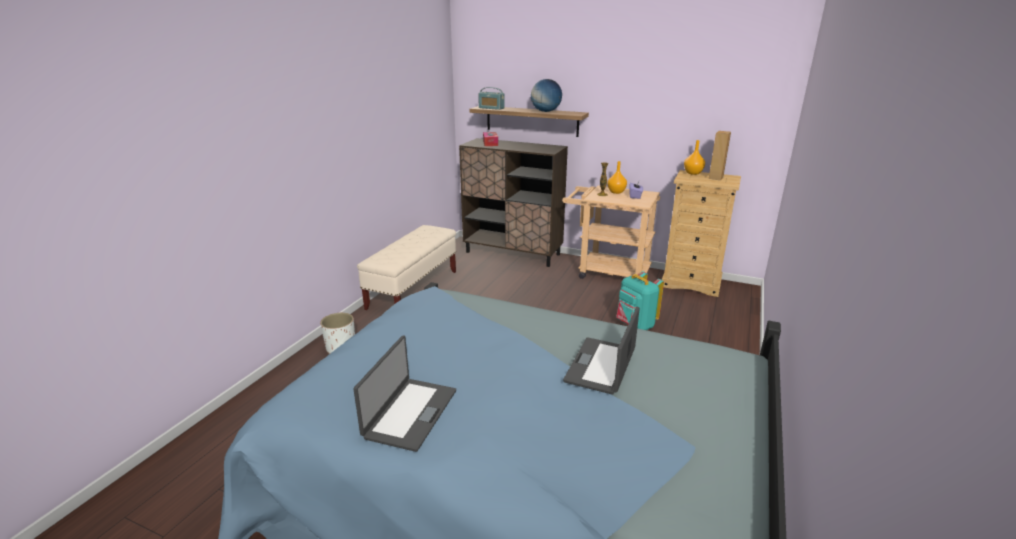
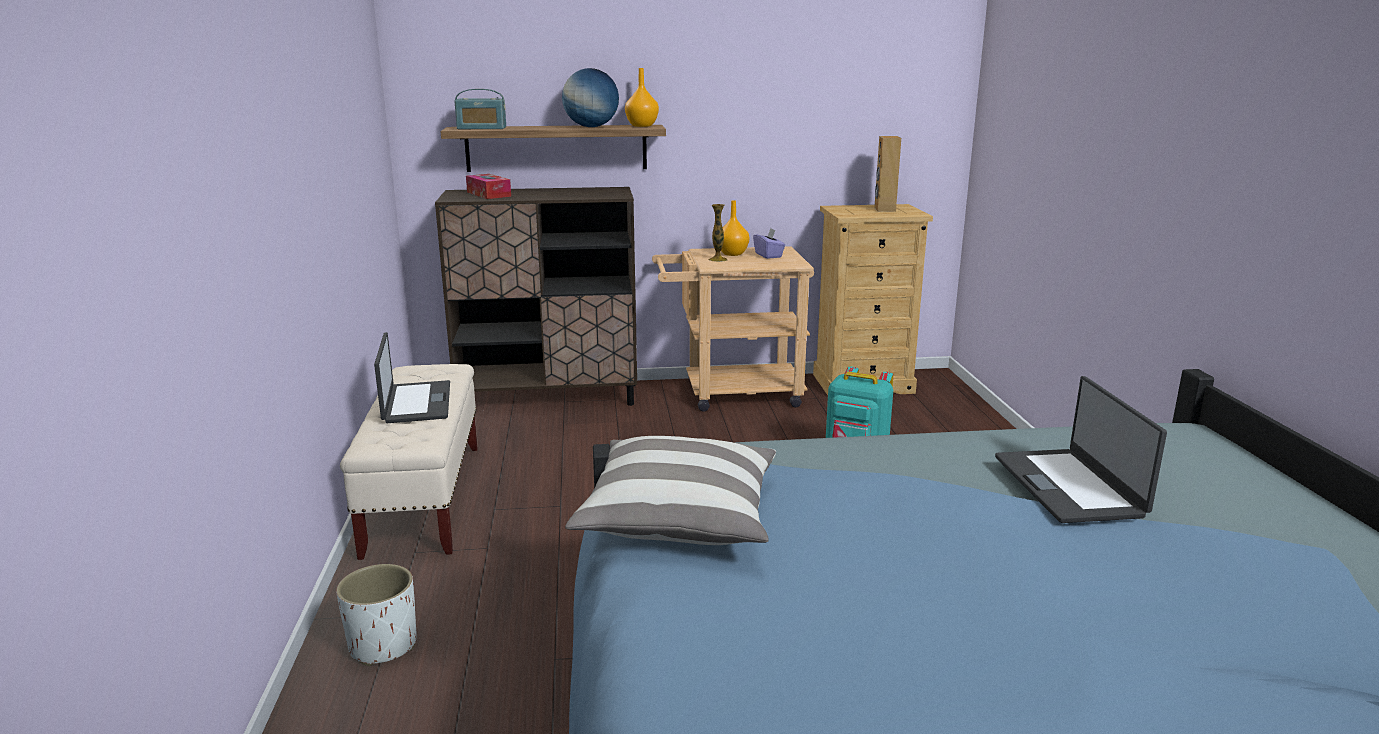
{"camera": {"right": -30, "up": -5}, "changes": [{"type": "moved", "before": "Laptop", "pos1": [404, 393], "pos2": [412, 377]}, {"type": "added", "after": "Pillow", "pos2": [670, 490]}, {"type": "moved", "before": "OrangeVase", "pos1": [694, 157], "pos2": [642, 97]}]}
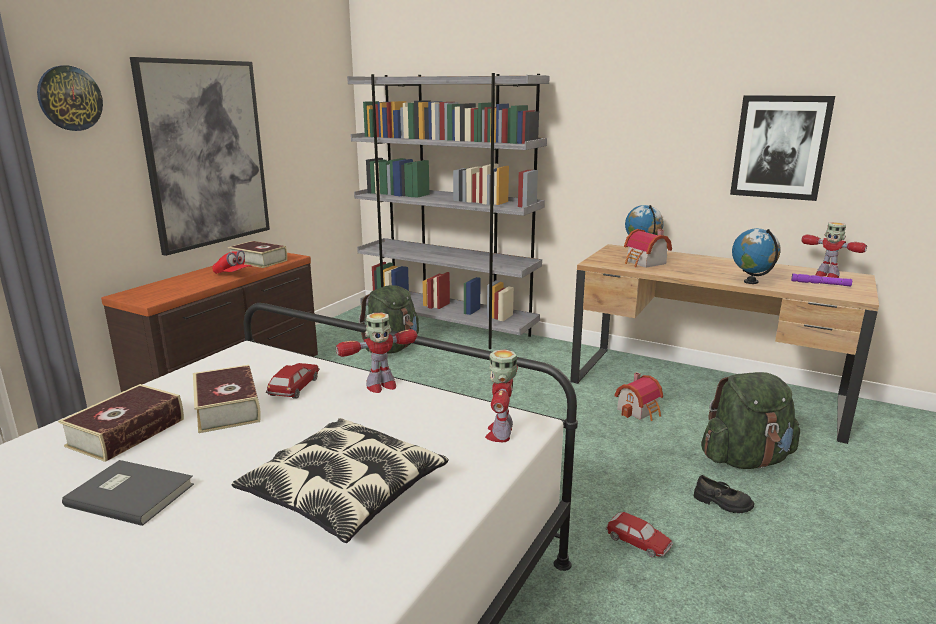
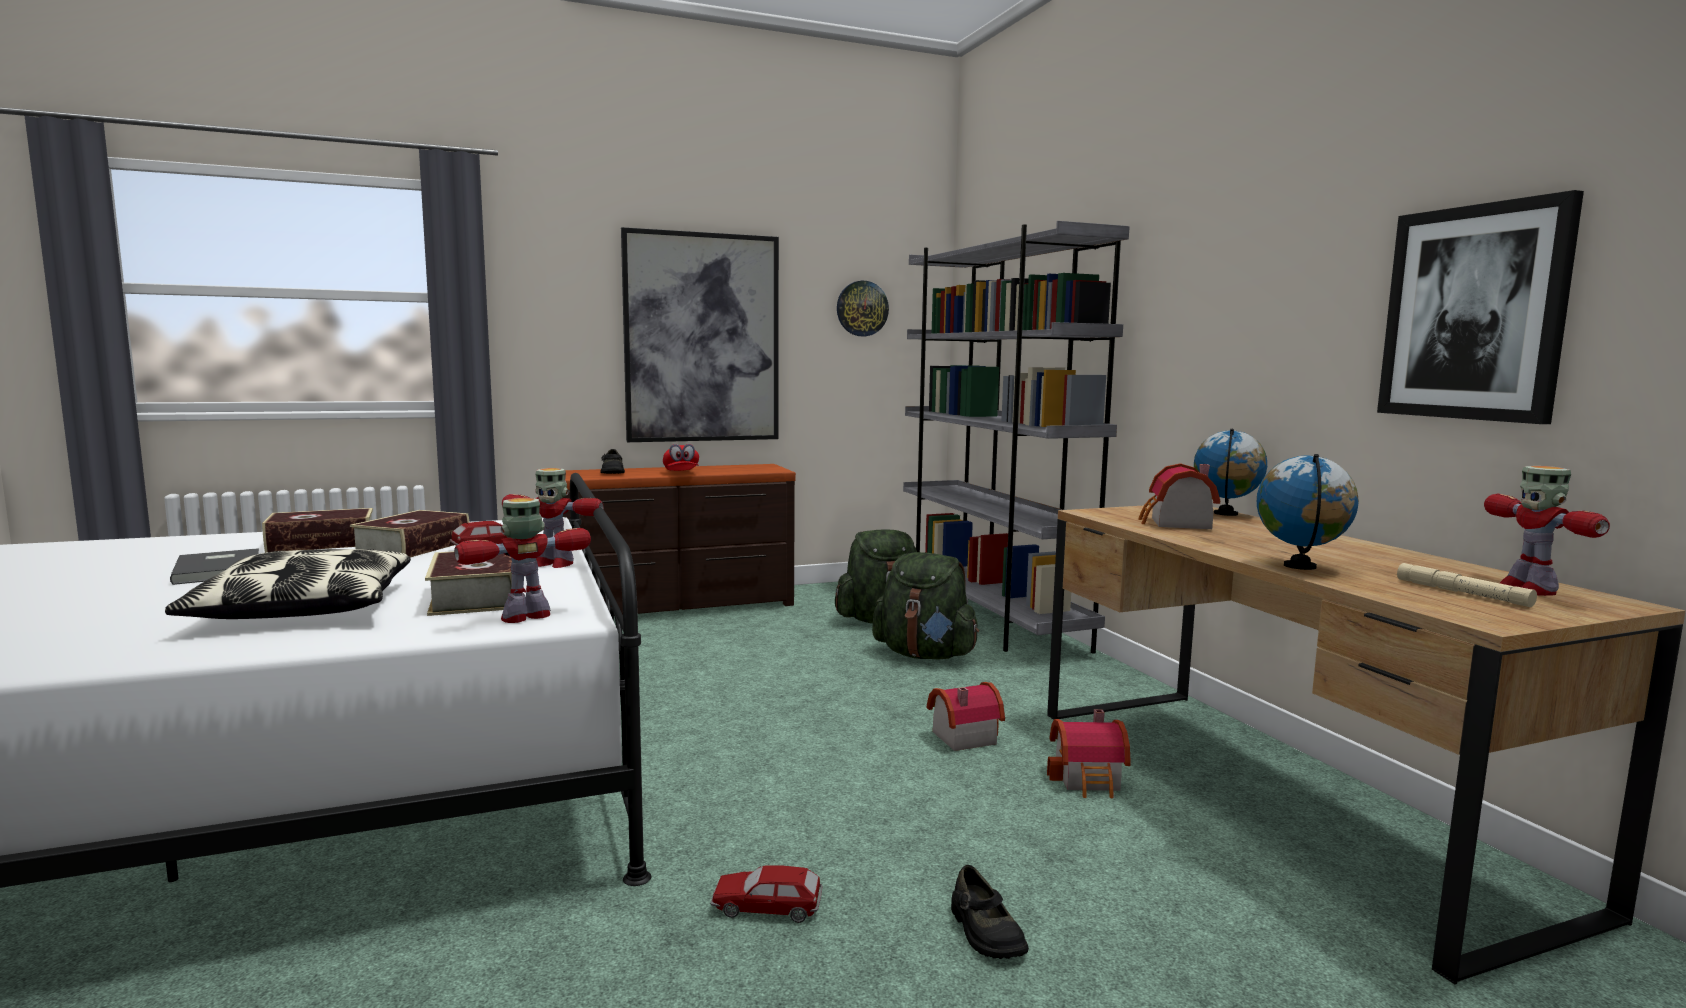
{"camera": {"right": 40, "up": -10}, "changes": [{"type": "moved", "before": "Book", "pos1": [257, 254], "pos2": [468, 583]}, {"type": "added", "after": "BlackShoe", "pos2": [612, 461]}, {"type": "turned", "before": "ToyCar", "pos1": [639, 534], "pos2": [766, 894], "turn": 105}, {"type": "moved", "before": "WallClock", "pos1": [70, 98], "pos2": [863, 308]}, {"type": "moved", "before": "GreenBackpack", "pos1": [750, 420], "pos2": [925, 606]}, {"type": "added", "after": "ToyHouse", "pos2": [966, 716]}, {"type": "recoloured", "before": "PurpleFlashlight", "after": "BeigeFlashlight", "pos1": [821, 279], "pos2": [1467, 585]}]}
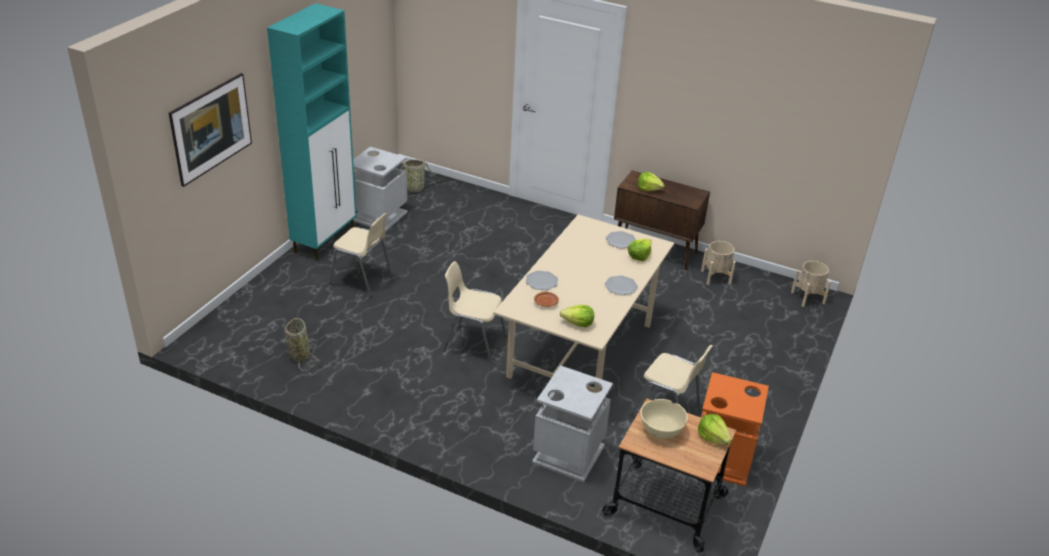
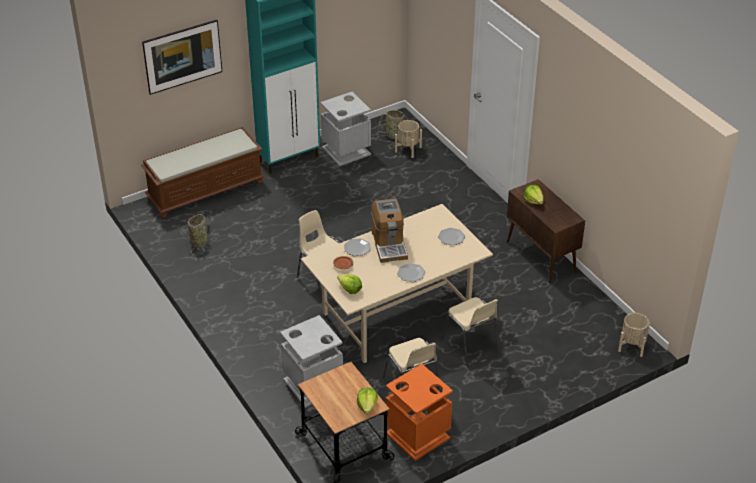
{"camera": {"right": 35, "up": 5}, "changes": [{"type": "added", "after": "BrownBench", "pos2": [203, 172]}, {"type": "added", "after": "CoffeeMachine", "pos2": [389, 230]}, {"type": "moved", "before": "BeigePlanter", "pos1": [718, 263], "pos2": [408, 139]}, {"type": "moved", "before": "BeigeChair", "pos1": [360, 255], "pos2": [470, 331]}, {"type": "removed", "before": "Lettuce", "pos1": [640, 249]}, {"type": "removed", "before": "BeigeBowl", "pos1": [664, 419]}]}
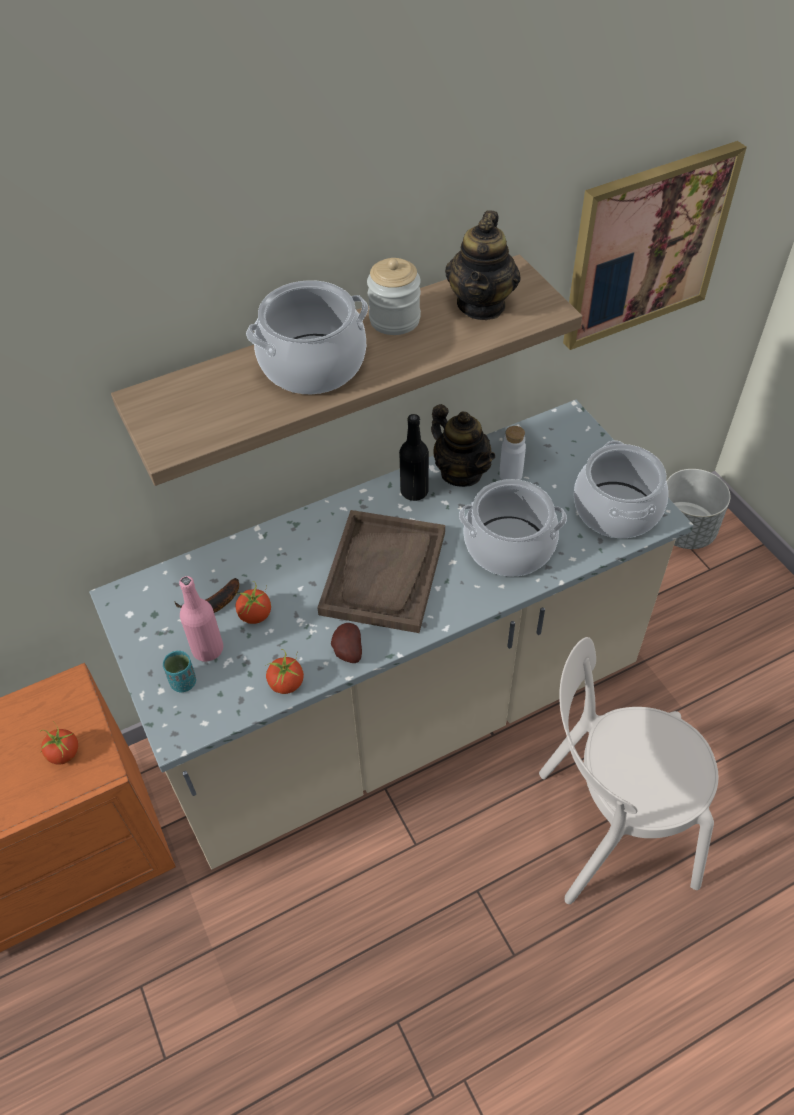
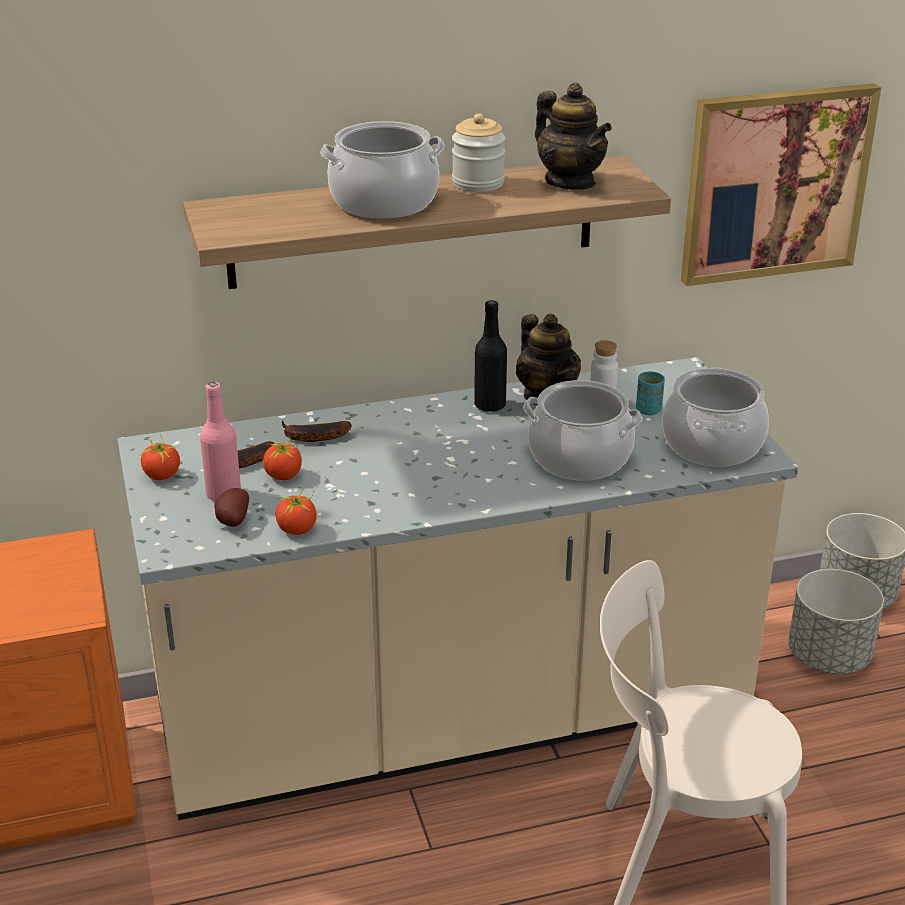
{"camera": {"right": 10, "up": -20}, "changes": [{"type": "moved", "before": "Tomato", "pos1": [59, 742], "pos2": [160, 457]}, {"type": "moved", "before": "Potato", "pos1": [346, 643], "pos2": [231, 507]}, {"type": "added", "after": "Banana", "pos2": [317, 431]}, {"type": "turned", "before": "Teapot", "pos1": [483, 265], "pos2": [573, 136], "turn": -60}, {"type": "moved", "before": "TurquoiseCup", "pos1": [179, 671], "pos2": [650, 393]}, {"type": "added", "after": "GreyPlanter", "pos2": [836, 621]}, {"type": "removed", "before": "BrownTray", "pos1": [381, 571]}]}
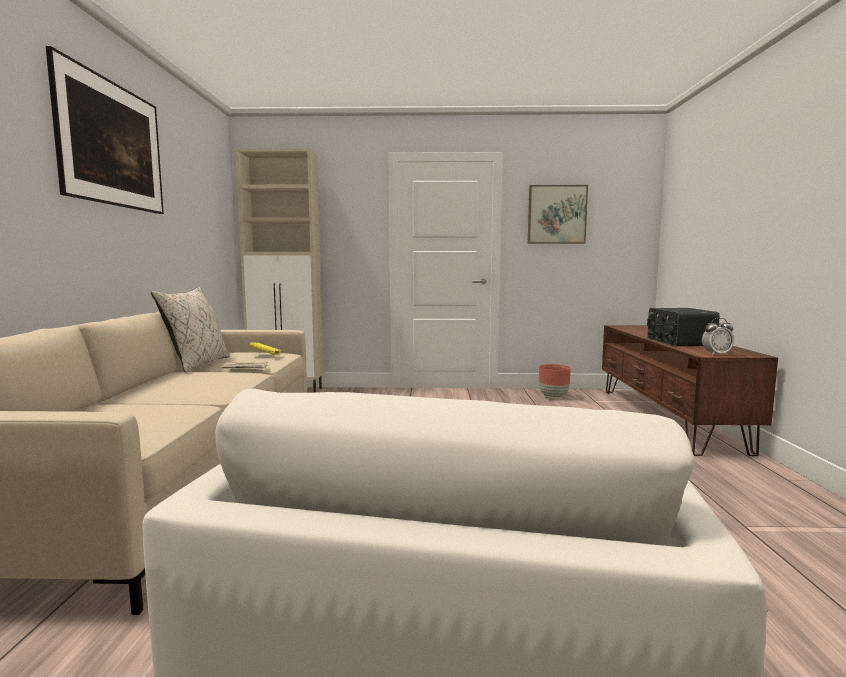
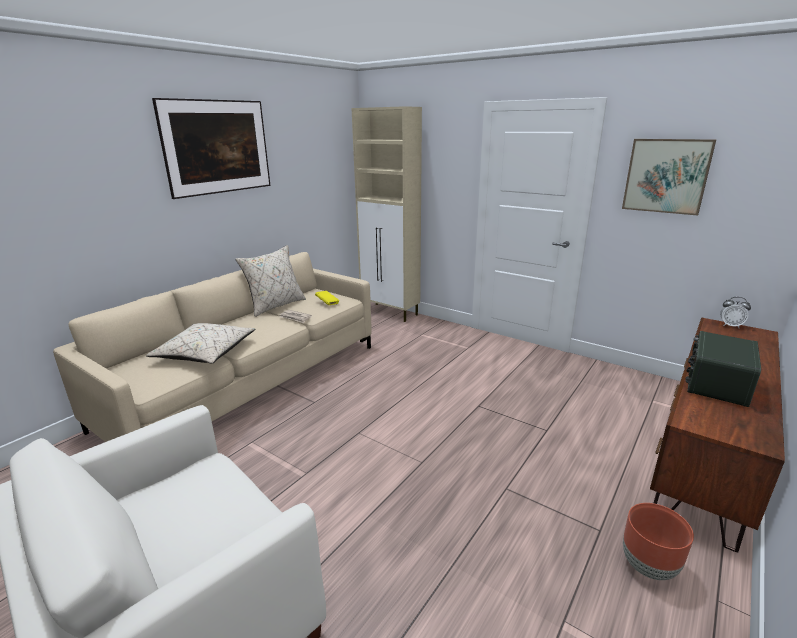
{"camera": {"right": 35, "up": 15}, "changes": [{"type": "added", "after": "BeigePillow", "pos2": [200, 343]}, {"type": "moved", "before": "BrownPlanter", "pos1": [555, 381], "pos2": [658, 541]}, {"type": "moved", "before": "AlarmClock", "pos1": [718, 336], "pos2": [735, 312]}]}
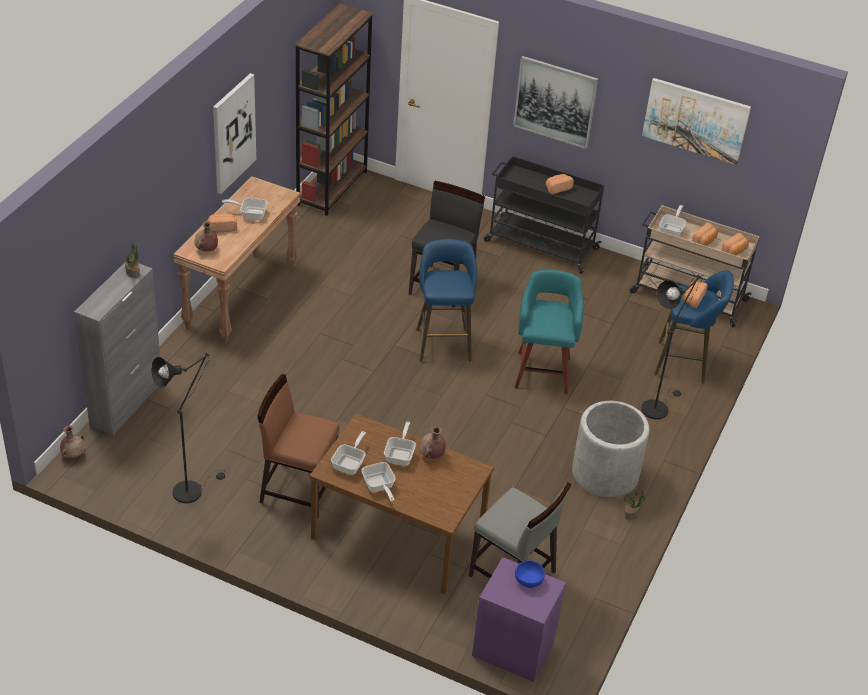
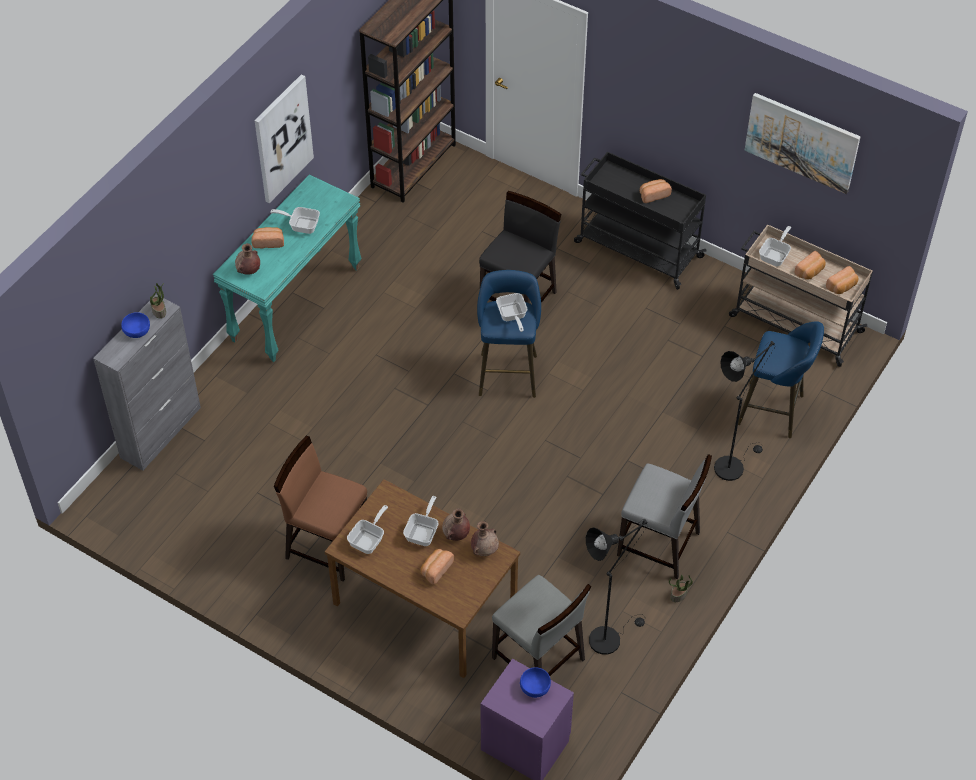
{"camera": {"right": 10, "up": 10}, "changes": [{"type": "added", "after": "BlueBowl", "pos2": [135, 325]}, {"type": "recoloured", "before": "BrownConsoleTable", "after": "TurquoiseConsoleTable", "pos1": [236, 259], "pos2": [287, 268]}, {"type": "moved", "before": "Bread", "pos1": [695, 295], "pos2": [437, 567]}, {"type": "moved", "before": "BrownVase", "pos1": [73, 441], "pos2": [485, 538]}, {"type": "moved", "before": "FryingPan", "pos1": [378, 482], "pos2": [511, 312]}, {"type": "moved", "before": "BlackFloorLamp", "pos1": [188, 428], "pos2": [617, 587]}, {"type": "replaced", "before": "GreyPlanter", "after": "GreyChair", "pos1": [610, 449], "pos2": [664, 517]}, {"type": "removed", "before": "Picture", "pos1": [556, 102]}, {"type": "removed", "before": "TurquoiseStool", "pos1": [549, 332]}]}
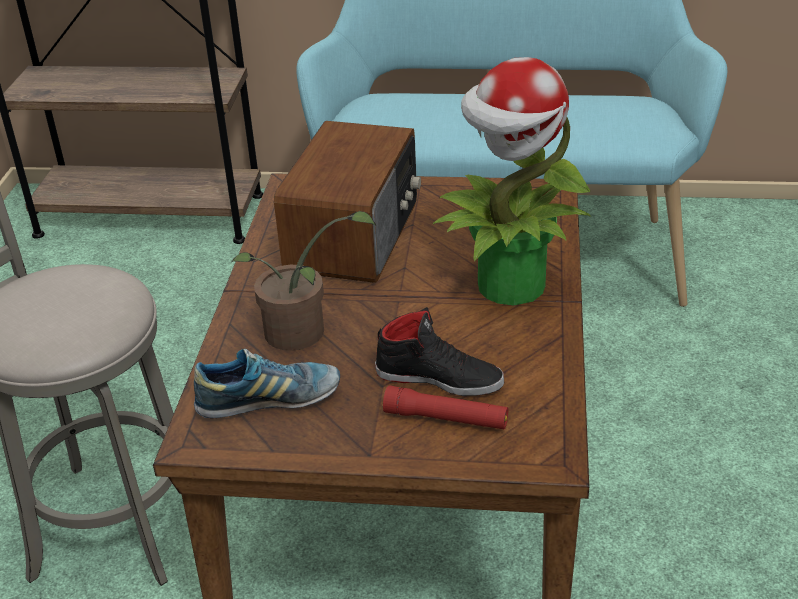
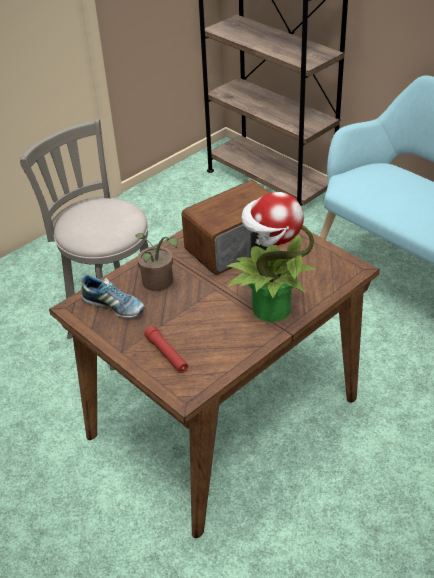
{"camera": {"right": 40, "up": 5}, "changes": [{"type": "removed", "before": "BlackShoe", "pos1": [439, 351]}]}
